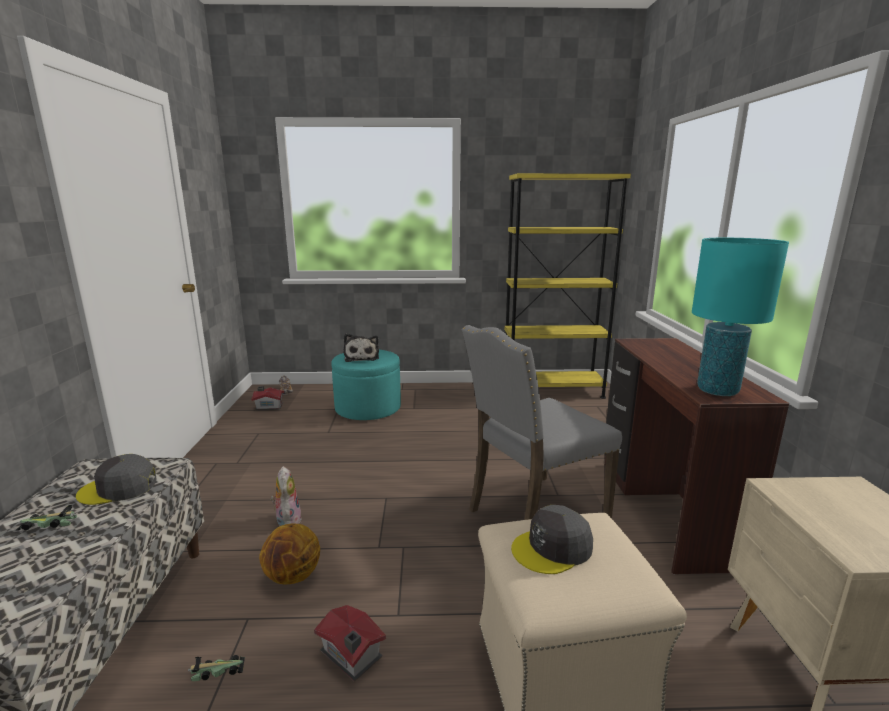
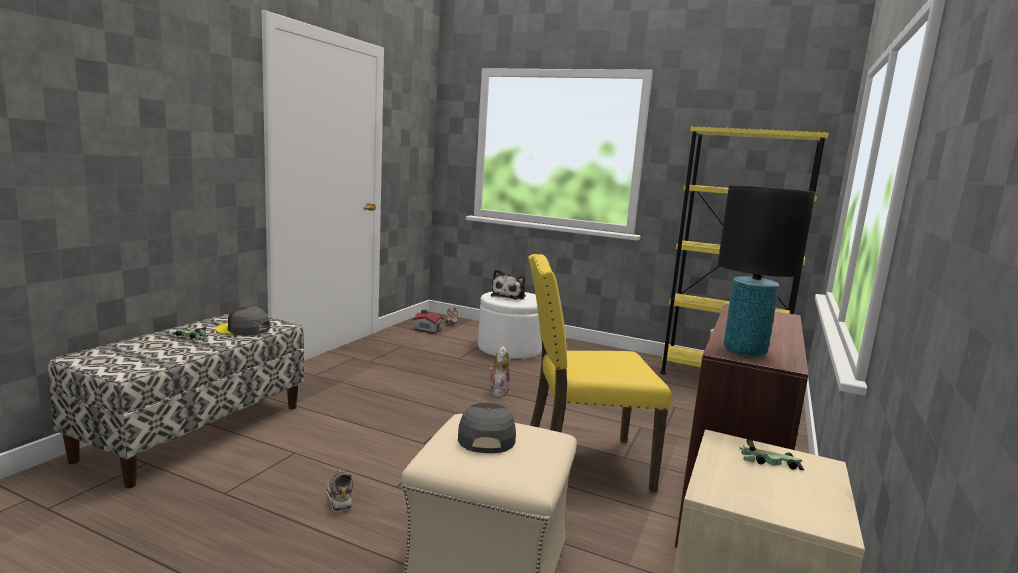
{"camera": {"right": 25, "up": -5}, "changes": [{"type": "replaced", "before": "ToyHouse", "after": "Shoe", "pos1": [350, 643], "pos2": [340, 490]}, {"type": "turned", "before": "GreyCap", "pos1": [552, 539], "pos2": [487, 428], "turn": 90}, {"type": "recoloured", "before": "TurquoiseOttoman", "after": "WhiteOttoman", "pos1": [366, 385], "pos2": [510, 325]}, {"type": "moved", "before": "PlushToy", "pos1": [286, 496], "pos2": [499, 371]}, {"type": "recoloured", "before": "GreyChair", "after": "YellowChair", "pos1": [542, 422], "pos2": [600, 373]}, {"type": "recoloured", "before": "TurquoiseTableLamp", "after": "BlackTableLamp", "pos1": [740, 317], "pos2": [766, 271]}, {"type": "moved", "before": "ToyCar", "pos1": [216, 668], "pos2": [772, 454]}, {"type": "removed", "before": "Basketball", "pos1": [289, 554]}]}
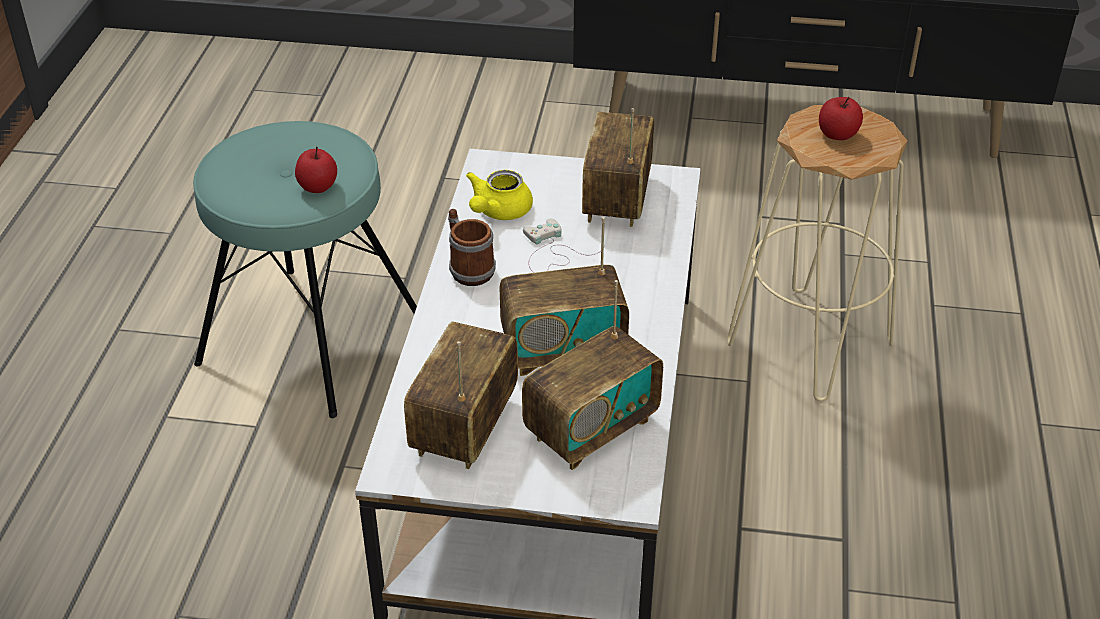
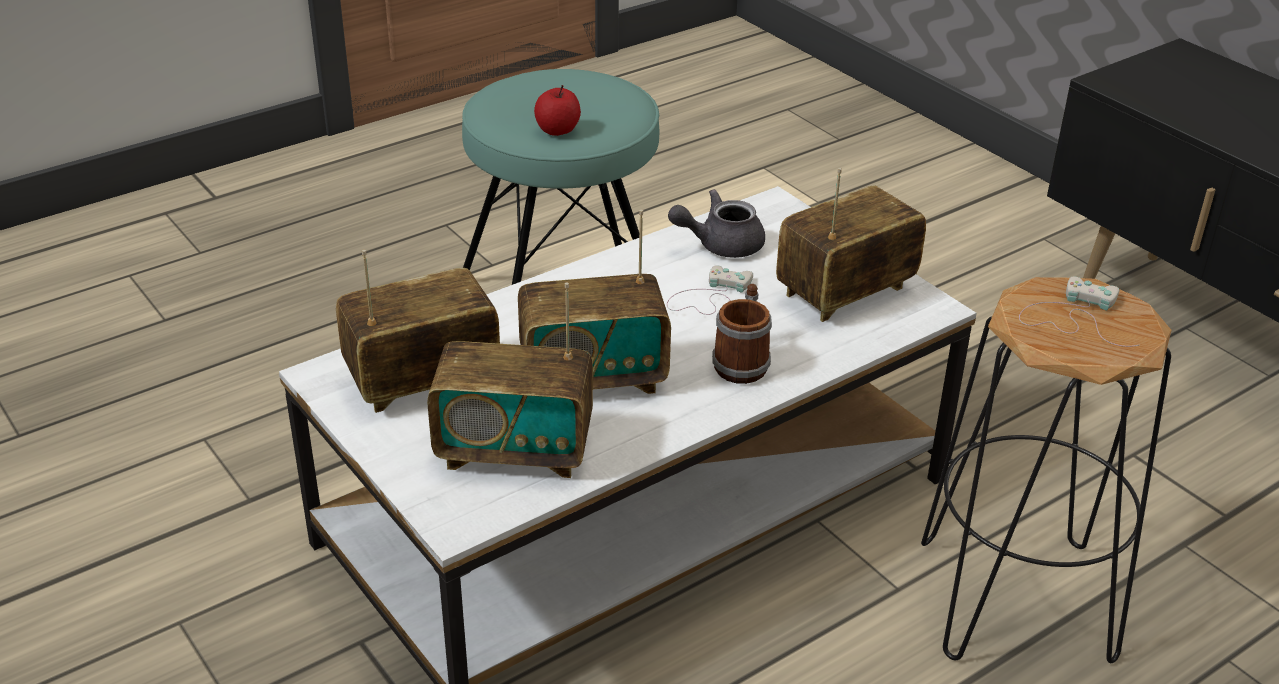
{"camera": {"right": 45, "up": -5}, "changes": [{"type": "turned", "before": "Radio", "pos1": [564, 296], "pos2": [594, 302], "turn": -45}, {"type": "recoloured", "before": "YellowTeapot", "after": "GreyTeapot", "pos1": [499, 195], "pos2": [716, 223]}, {"type": "moved", "before": "Mug", "pos1": [472, 247], "pos2": [742, 334]}, {"type": "recoloured", "before": "BeigeStool", "after": "BlackStool", "pos1": [817, 253], "pos2": [1046, 470]}, {"type": "replaced", "before": "Apple", "after": "WhiteGameController", "pos1": [841, 118], "pos2": [1079, 311]}]}
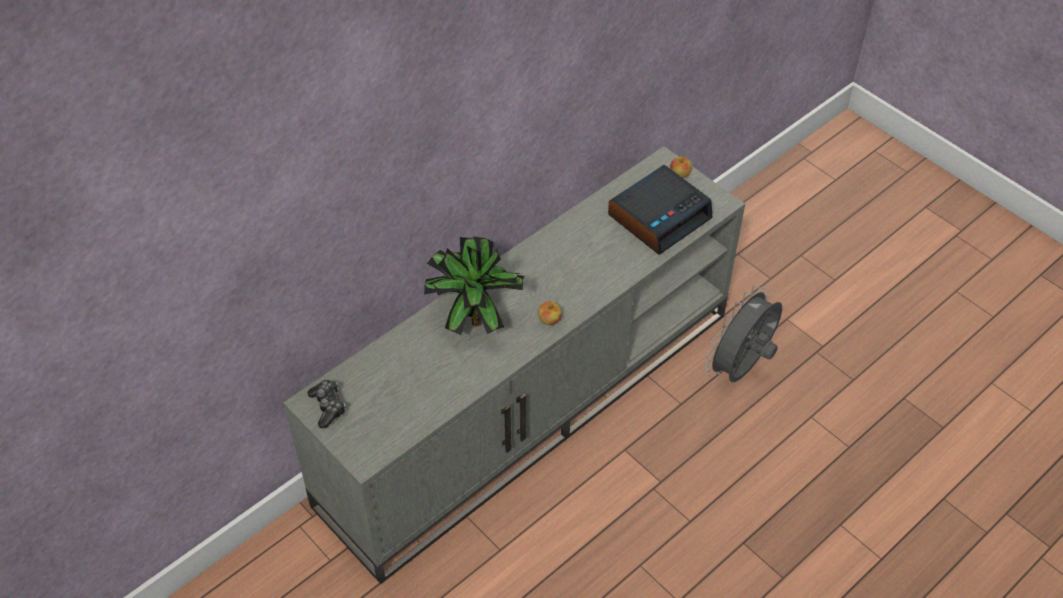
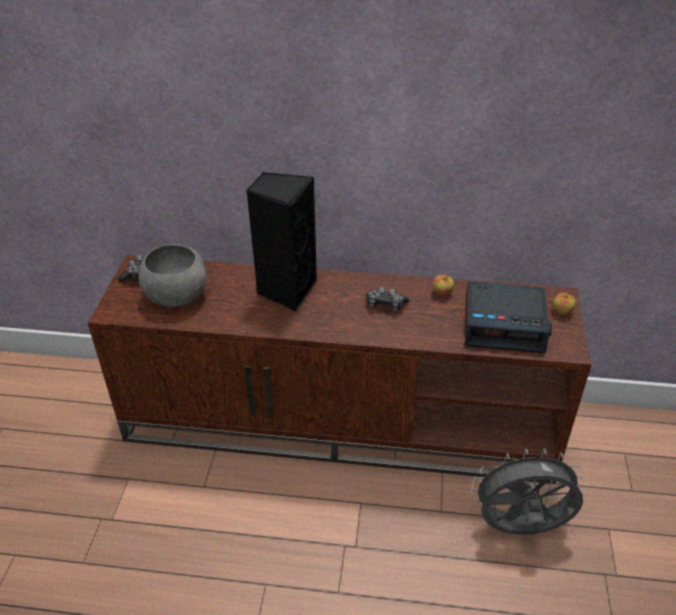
{"camera": {"right": 50, "up": -10}, "changes": [{"type": "recoloured", "before": "GreyTvStand", "after": "BrownTvStand", "pos1": [514, 365], "pos2": [340, 369]}, {"type": "added", "after": "GreyBowl", "pos2": [172, 275]}, {"type": "replaced", "before": "PottedPlant", "after": "BlackSpeaker", "pos1": [474, 285], "pos2": [281, 241]}, {"type": "added", "after": "GameController", "pos2": [387, 299]}, {"type": "moved", "before": "Apple", "pos1": [550, 313], "pos2": [443, 285]}]}
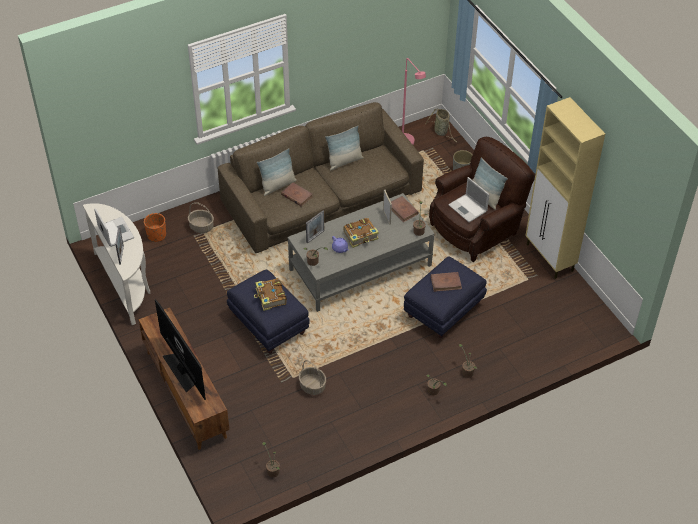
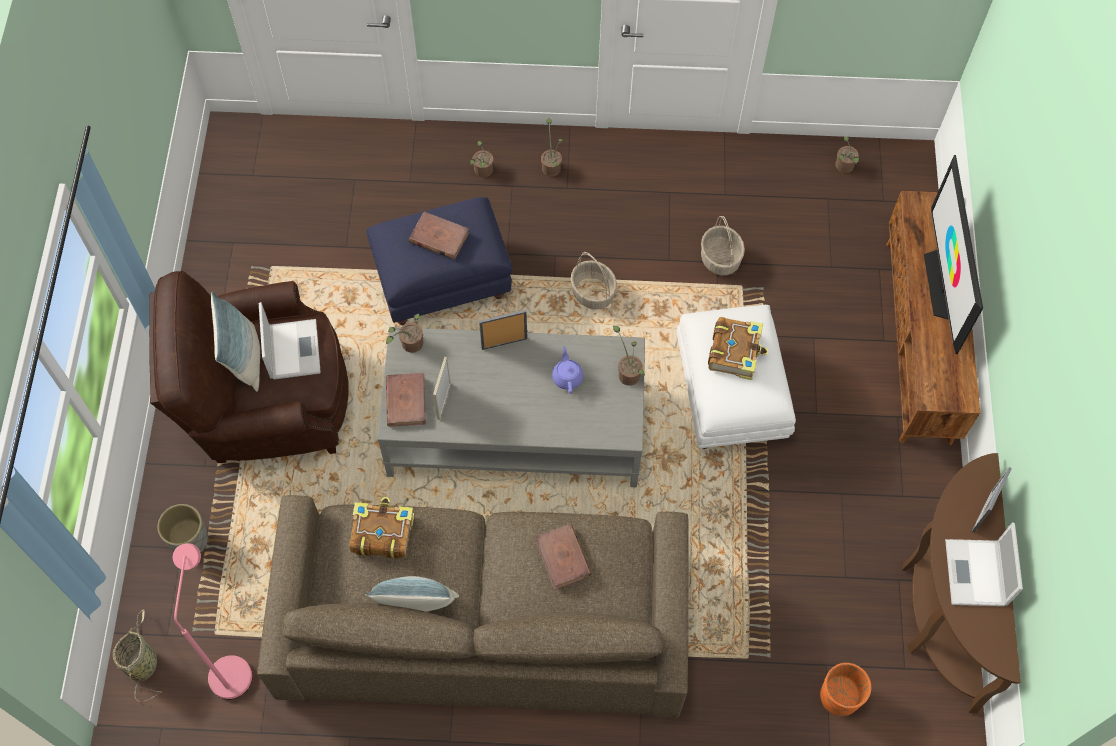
{"camera": {"right": -150, "up": 15}, "changes": [{"type": "moved", "before": "Book", "pos1": [361, 233], "pos2": [381, 528]}, {"type": "moved", "before": "PictureFrame", "pos1": [315, 227], "pos2": [503, 330]}, {"type": "moved", "before": "Basket", "pos1": [201, 217], "pos2": [594, 281]}, {"type": "recoloured", "before": "BlueOttoman", "after": "WhiteOttoman", "pos1": [268, 311], "pos2": [736, 377]}, {"type": "recoloured", "before": "WhiteConsoleTable", "after": "BrownConsoleTable", "pos1": [116, 264], "pos2": [961, 583]}, {"type": "removed", "before": "Pillow", "pos1": [277, 172]}, {"type": "removed", "before": "BeigeCabinet", "pos1": [565, 188]}]}
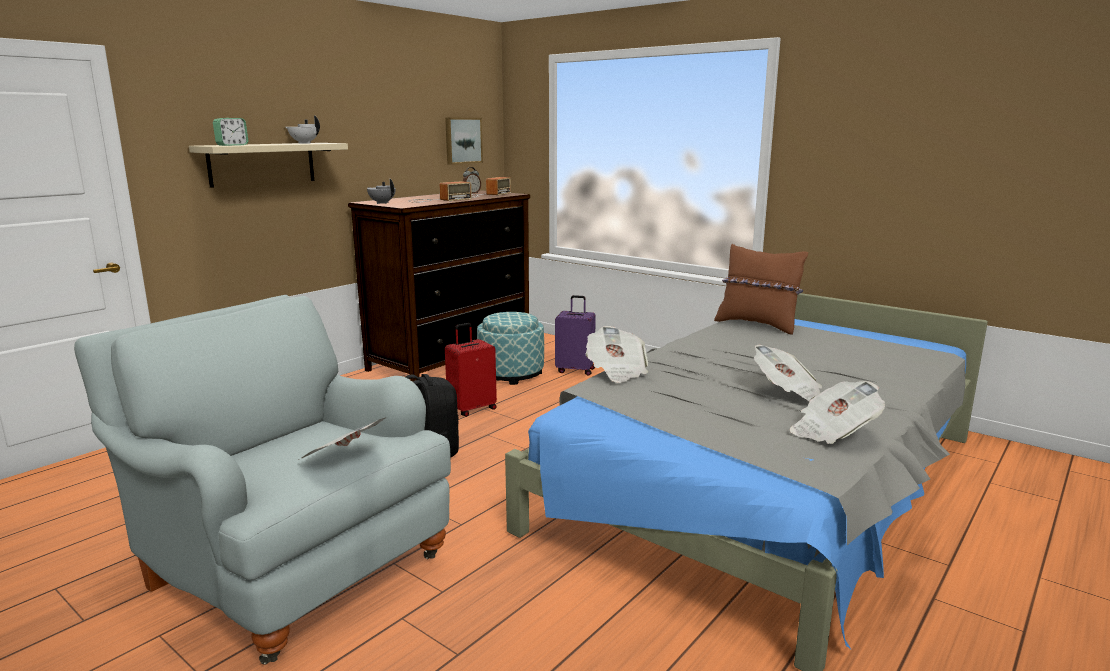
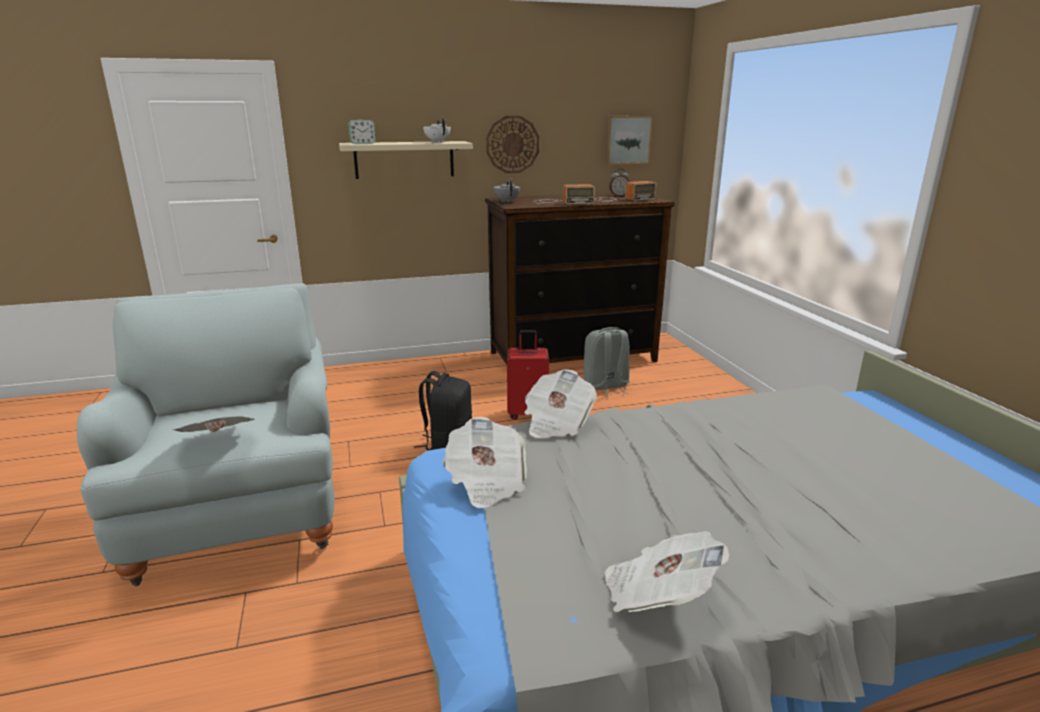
{"camera": {"right": 35, "up": 5}, "changes": [{"type": "moved", "before": "Newspaper", "pos1": [788, 373], "pos2": [485, 462]}, {"type": "added", "after": "WallClock", "pos2": [512, 144]}, {"type": "replaced", "before": "Ottoman", "after": "GreyBackpack", "pos1": [510, 348], "pos2": [606, 361]}, {"type": "removed", "before": "PurpleSuitcase", "pos1": [575, 335]}, {"type": "removed", "before": "BrownPillow", "pos1": [761, 289]}]}
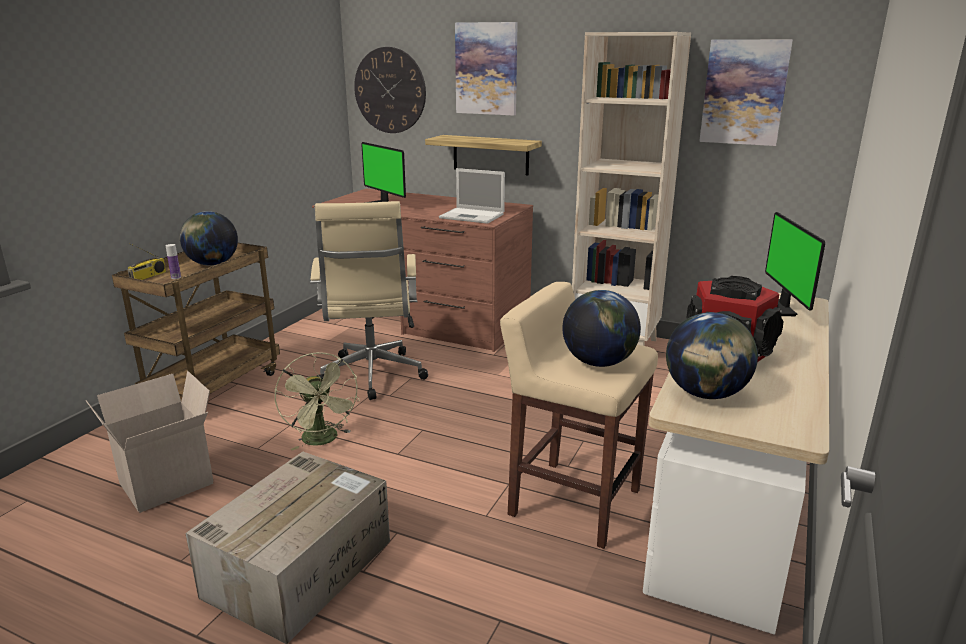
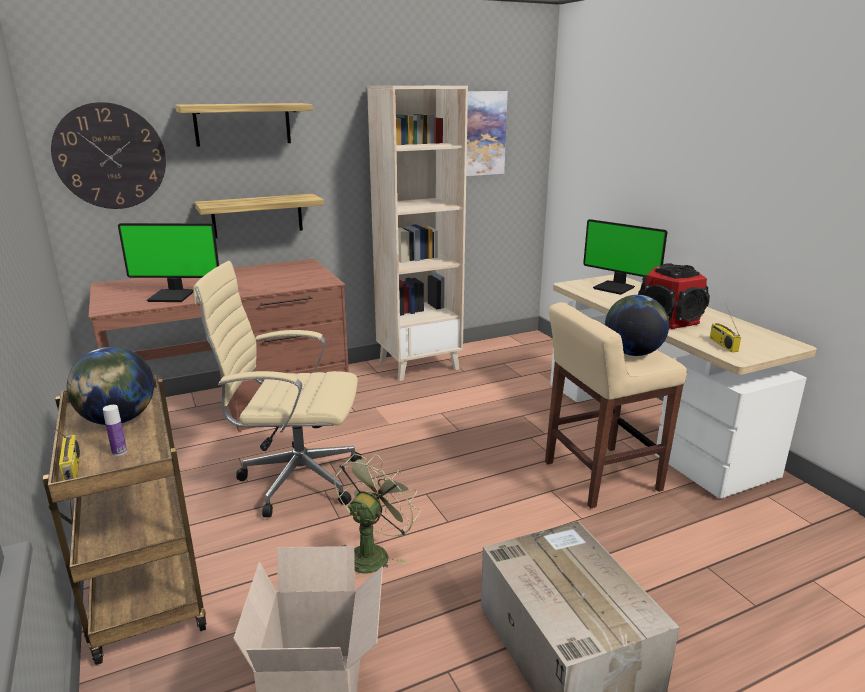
{"camera": {"right": -50, "up": 0}, "changes": [{"type": "replaced", "before": "Picture", "after": "Shelf", "pos1": [486, 69], "pos2": [244, 125]}, {"type": "turned", "before": "BeigeOfficeChair", "pos1": [369, 300], "pos2": [277, 389], "turn": 150}, {"type": "turned", "before": "GreenFan", "pos1": [317, 401], "pos2": [377, 514], "turn": -75}, {"type": "replaced", "before": "Globe", "after": "Radio", "pos1": [712, 355], "pos2": [725, 327]}, {"type": "removed", "before": "Laptop", "pos1": [472, 196]}]}
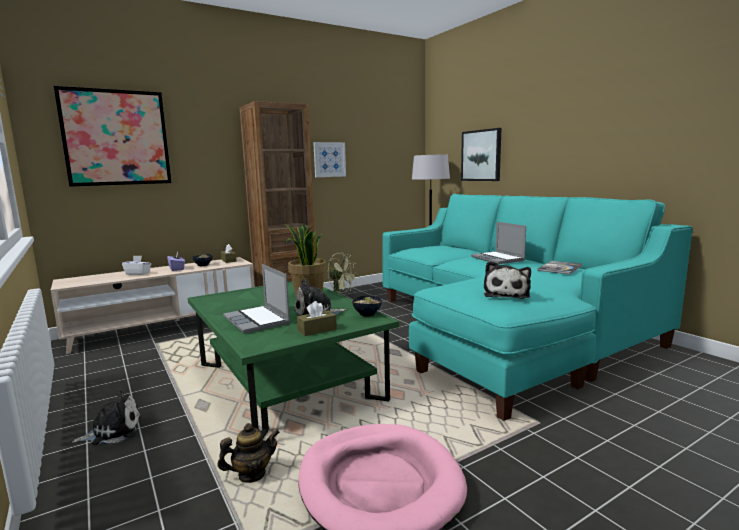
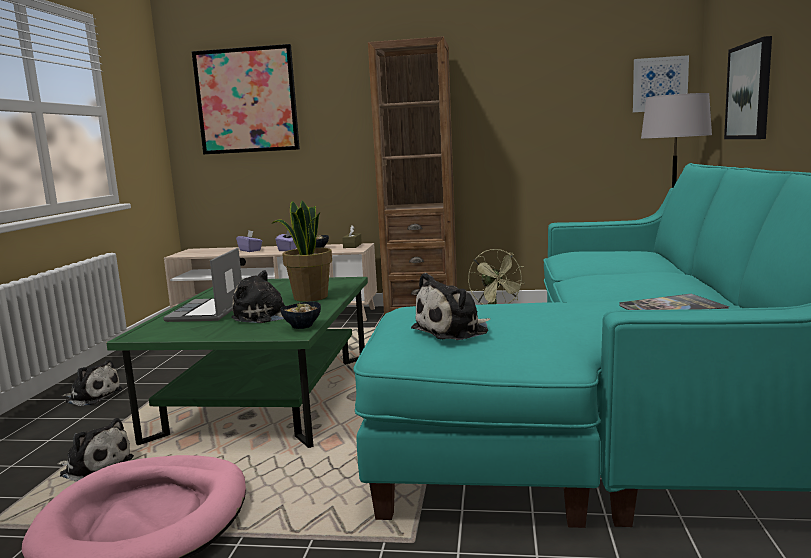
{"camera": {"right": 40, "up": 0}, "changes": [{"type": "replaced", "before": "Teapot", "after": "PlushToy", "pos1": [249, 453], "pos2": [95, 449]}, {"type": "recoloured", "before": "WhiteTissueBox", "after": "PurpleTissueBox", "pos1": [136, 265], "pos2": [249, 241]}, {"type": "moved", "before": "Picture", "pos1": [329, 159], "pos2": [661, 83]}, {"type": "removed", "before": "BrownTissueBox", "pos1": [317, 318]}, {"type": "removed", "before": "Laptop", "pos1": [498, 243]}]}
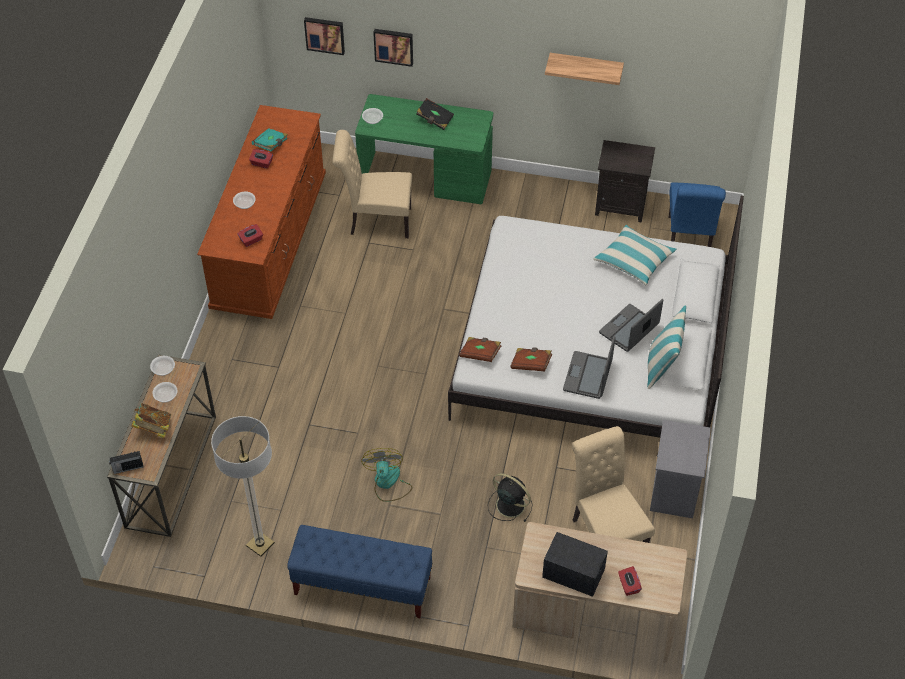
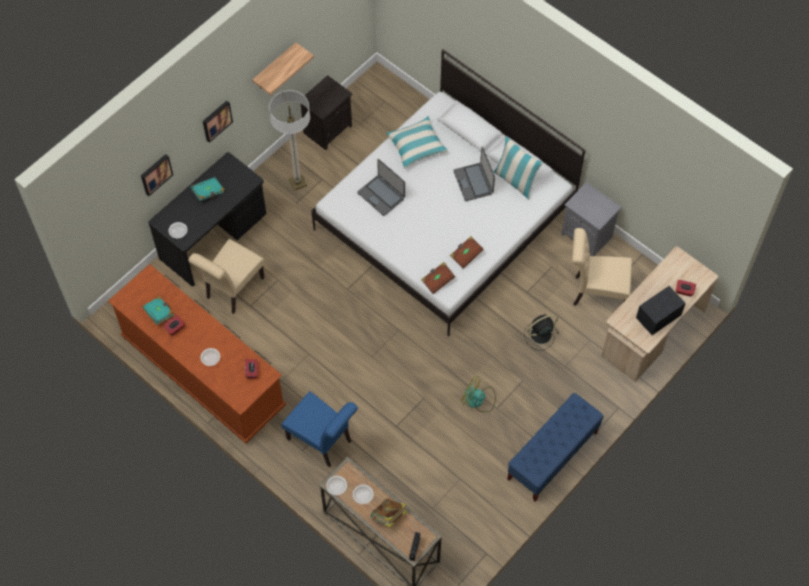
{"camera": {"right": -60, "up": 10}, "changes": [{"type": "recoloured", "before": "GreenDesk", "after": "BlackDesk", "pos1": [424, 149], "pos2": [207, 219]}, {"type": "recoloured", "before": "BlackBook", "after": "TurquoiseBook", "pos1": [435, 114], "pos2": [208, 189]}, {"type": "moved", "before": "Picture", "pos1": [324, 36], "pos2": [218, 122]}, {"type": "moved", "before": "FloorLamp", "pos1": [243, 486], "pos2": [289, 140]}, {"type": "moved", "before": "BlueChair", "pos1": [697, 215], "pos2": [319, 429]}, {"type": "moved", "before": "Laptop", "pos1": [589, 367], "pos2": [381, 187]}]}
